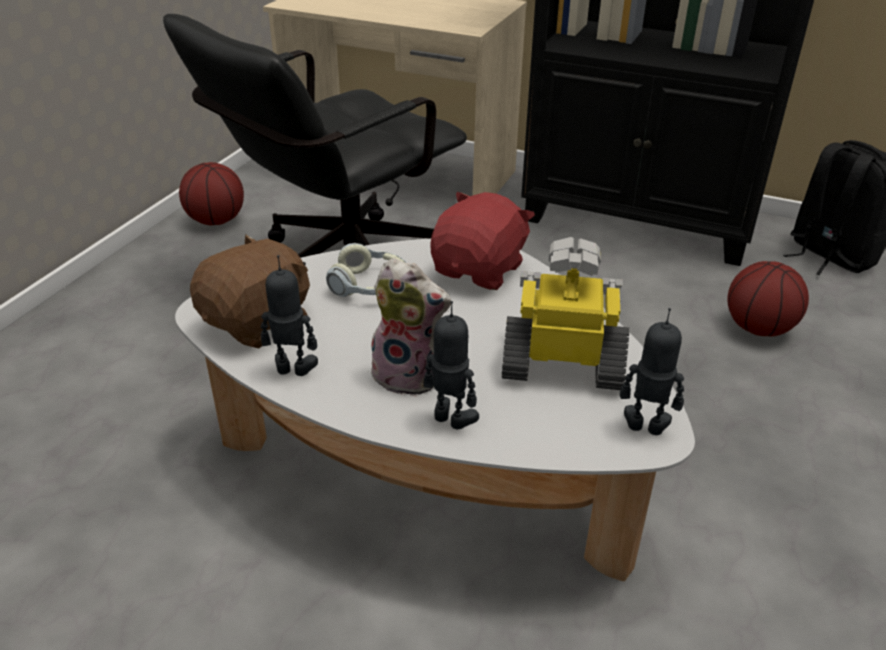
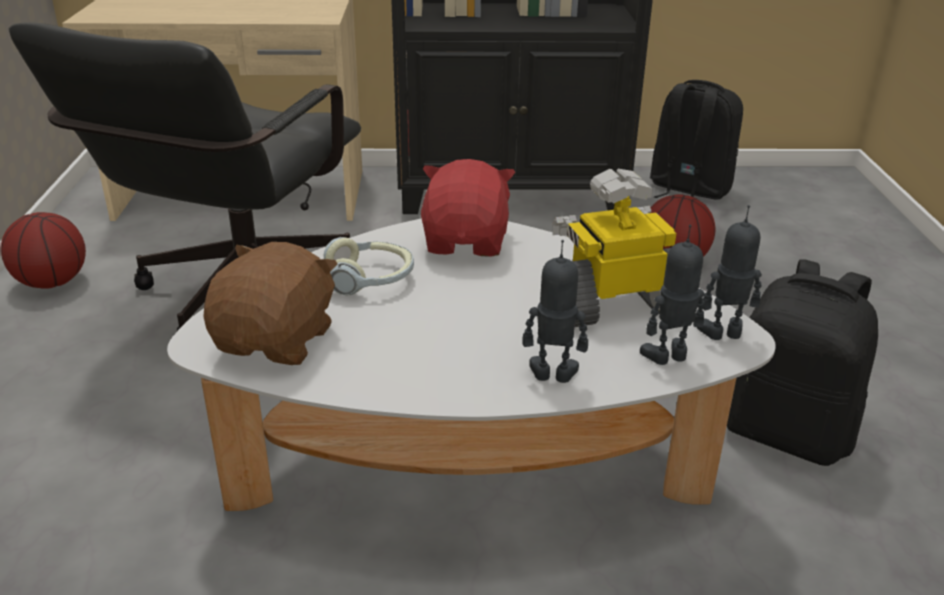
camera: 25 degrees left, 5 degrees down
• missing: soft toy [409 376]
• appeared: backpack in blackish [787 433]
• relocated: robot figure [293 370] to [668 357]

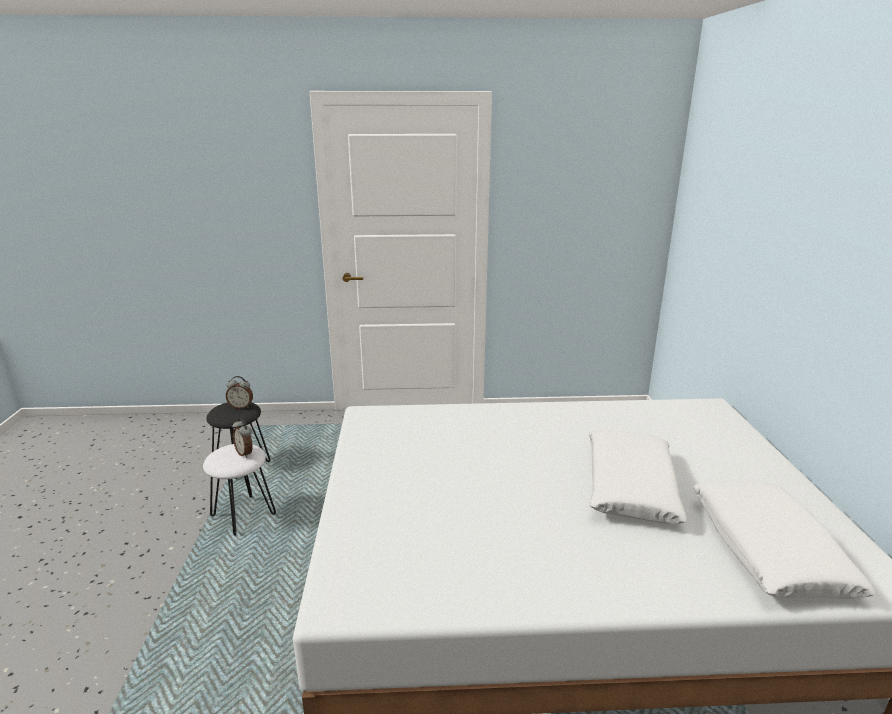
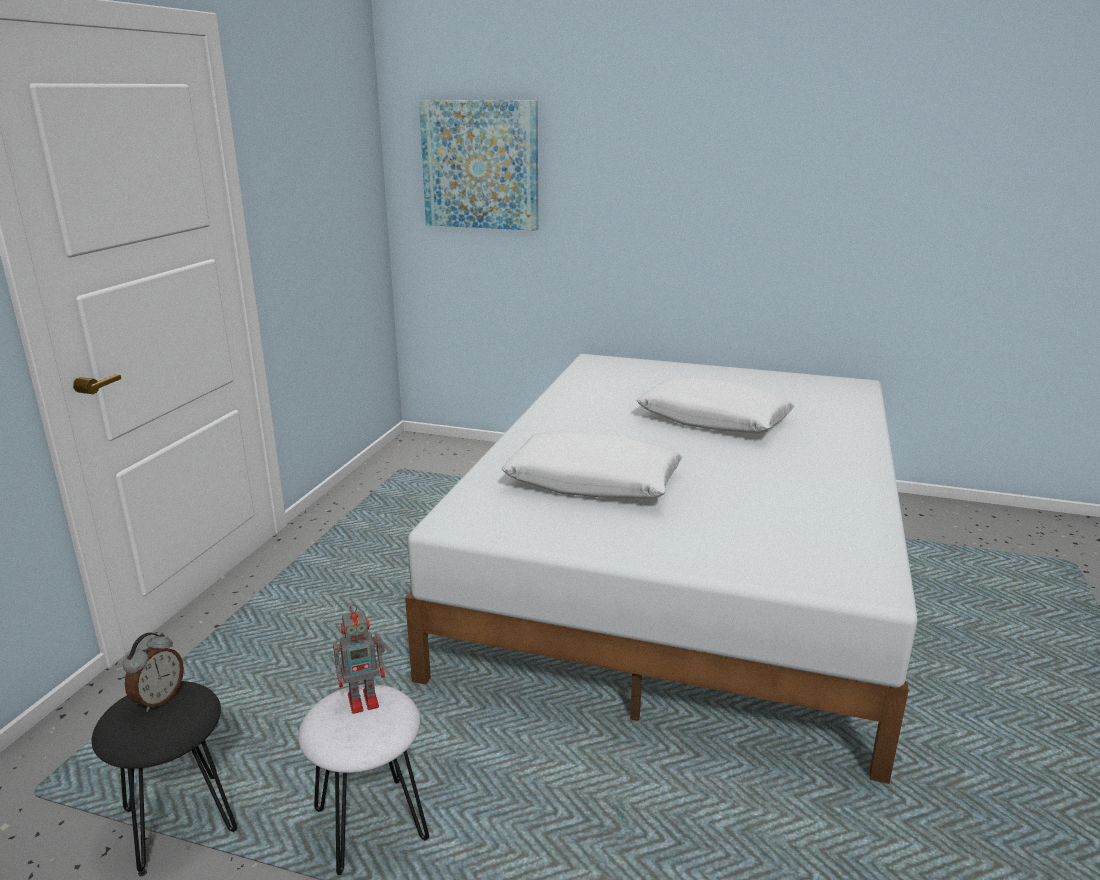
camera: 70 degrees left, 0 degrees up
• appeared: wall art [480 165]
• relocated: pillow in white-coloured [768 550] to [593 482]
• exchanged: table clock [245 453] to robot figure [365 700]

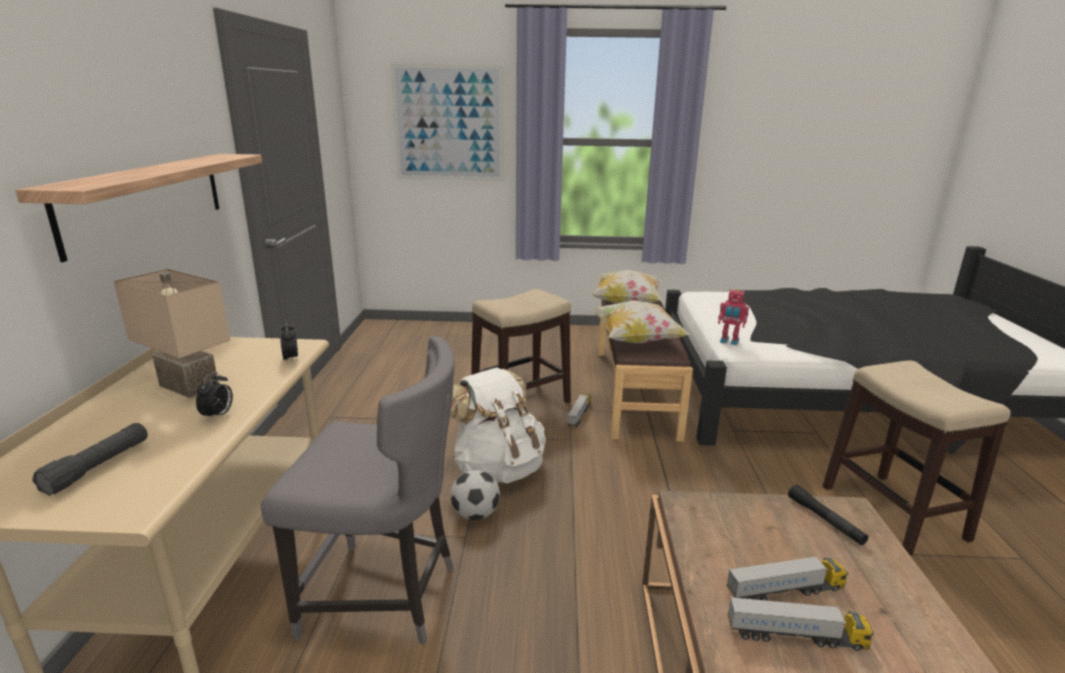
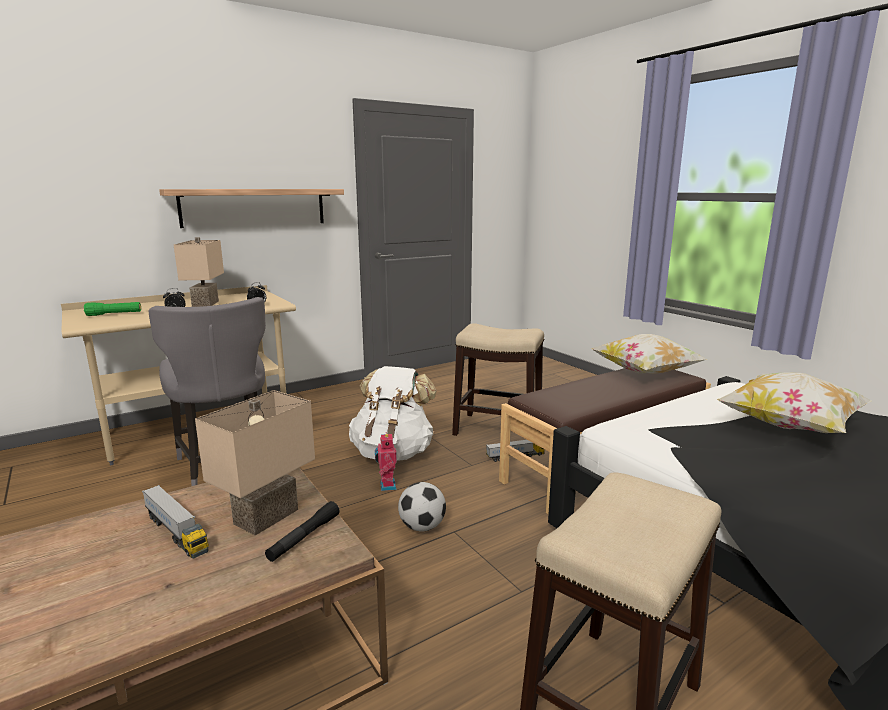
camera: 55 degrees right, 5 degrees down
• missing: wall art [448 123]
• missing: model truck [796 637]
• appeared: tabletop lamp in beige-coloured [267 518]
• relocated: football [475 514] to [422 527]
• relocated: pillow [636 340] to [789 426]
• relocated: robot figure [729 341] to [386 486]
• colour: hand torch in blackish [98 467] to hand torch in greenish [114 314]

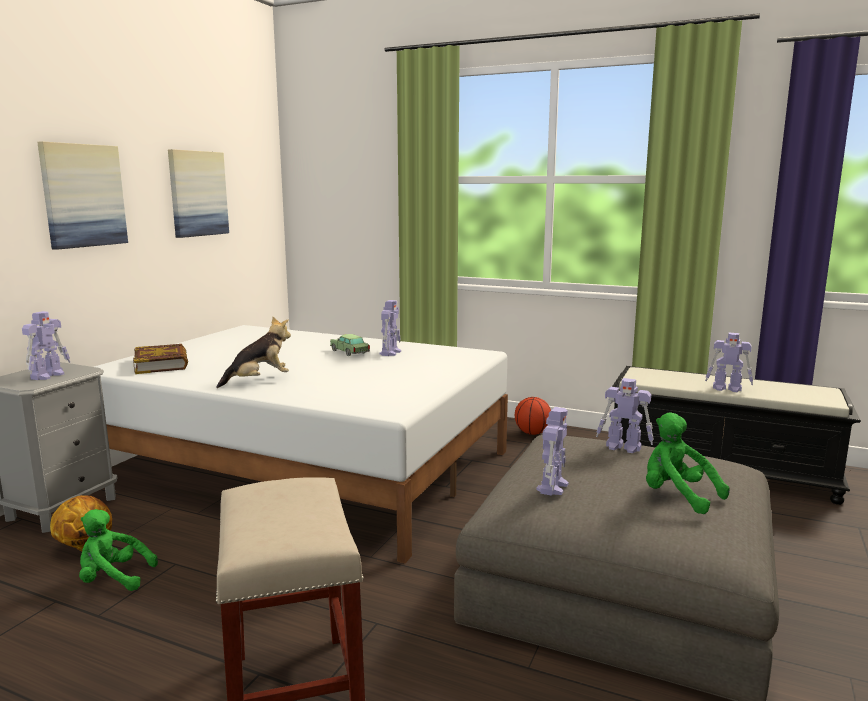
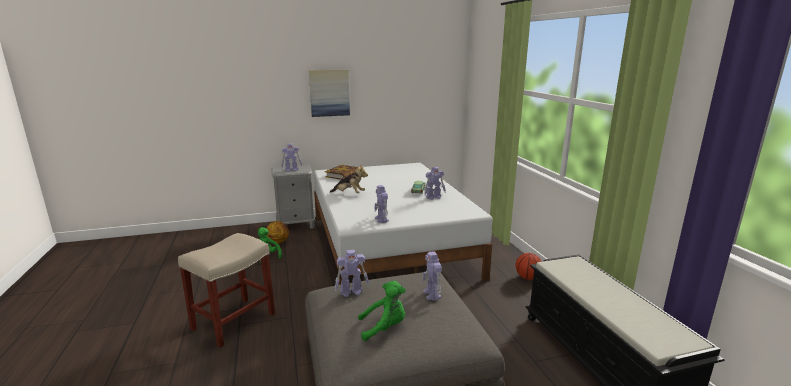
camera: 50 degrees right, 5 degrees up
• missing: wall art [198 193]
• relocated: robot figure [727 389] to [381 220]
• spun: soft toy in greenish [677 496] = [384 327] 75 degrees clockwise

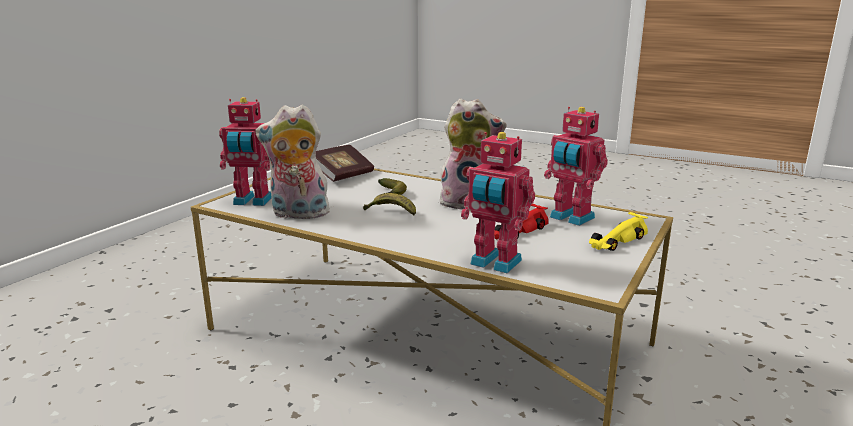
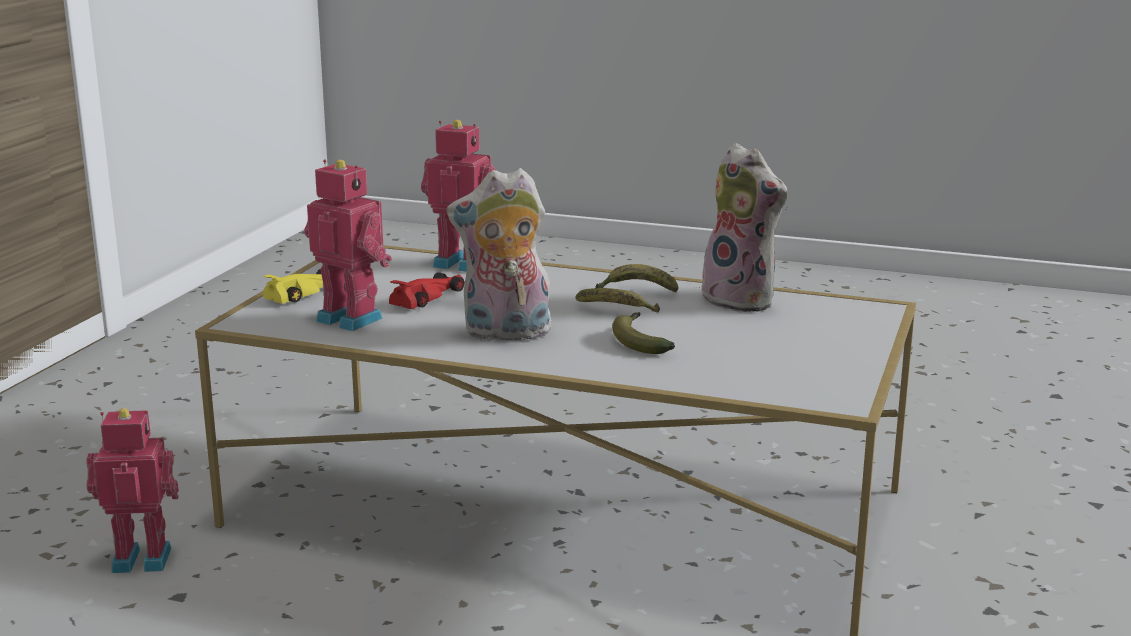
camera: 170 degrees right, 0 degrees up
• missing: book [342 176]
• appeared: banana fruit [637 291]
• relocated: robot figure [252 201] to [142 558]
• spun: soft toy [298 214] = [743 300] 60 degrees clockwise

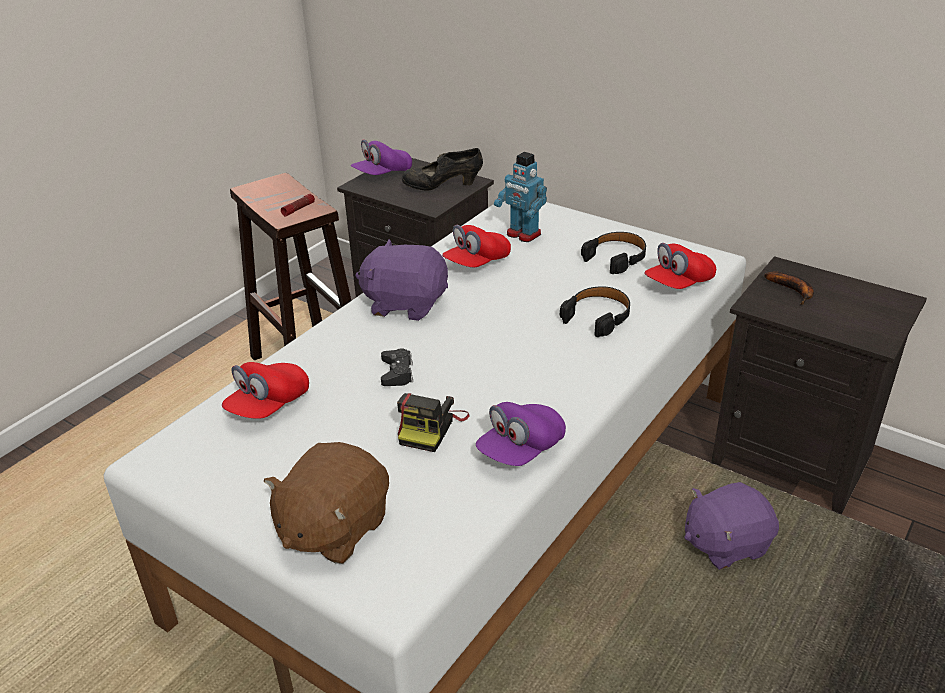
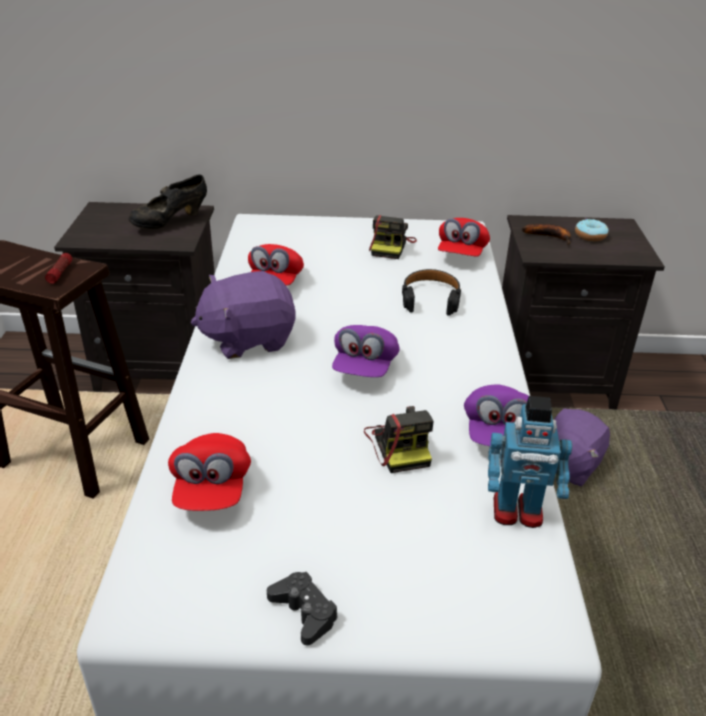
camera: 35 degrees left, 0 degrees up
• missing: soft toy in brownish [333 528]
• appeared: ring doughnut [590 236]
• relocated: cap in purplish [382 174] to [365 367]
• relocated: gamepad in blackish [397 373] to [304 612]
• relocated: robot figure [523 234] to [517 512]
• exchanged: headphones in blackish [616 258] to photo camera [391 246]

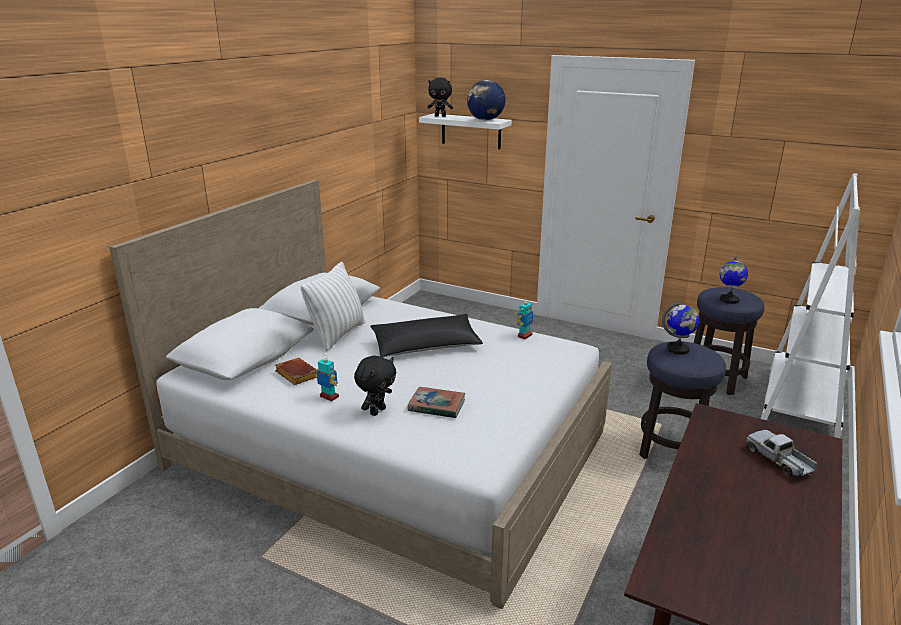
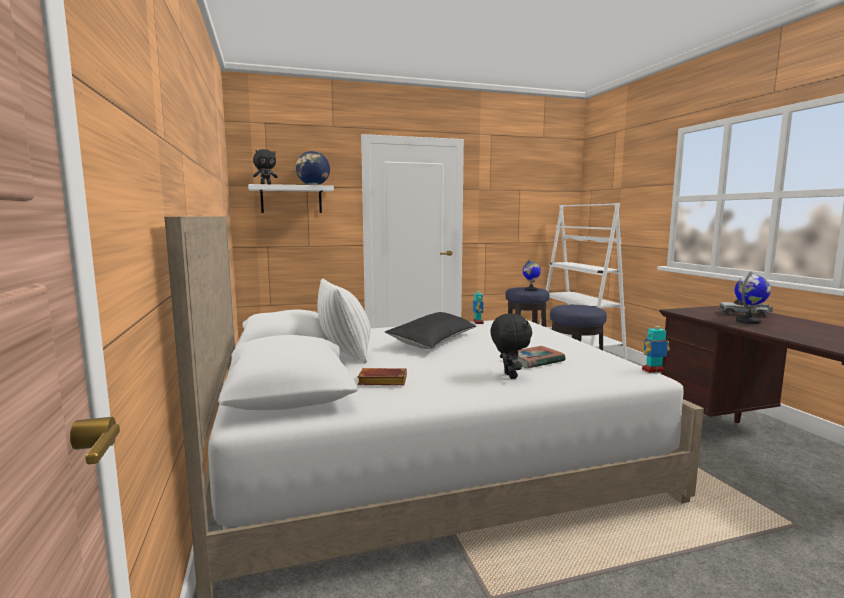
camera: 45 degrees left, 15 degrees down
• relocated: robot figure [329 397] to [653 371]
• relocated: globe [678 349] to [748 321]

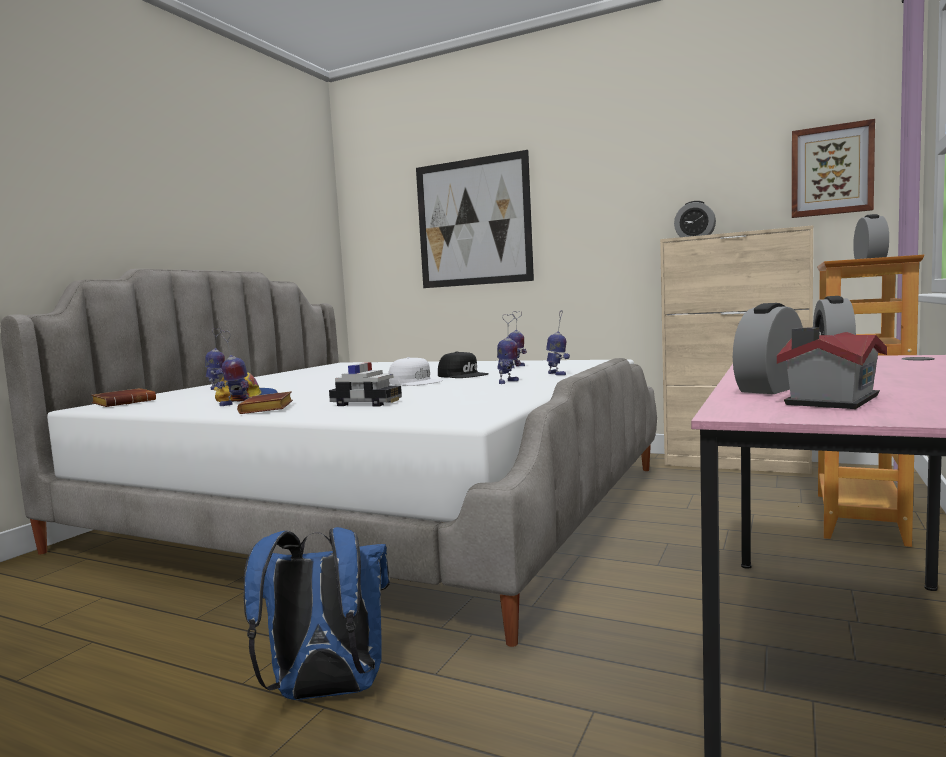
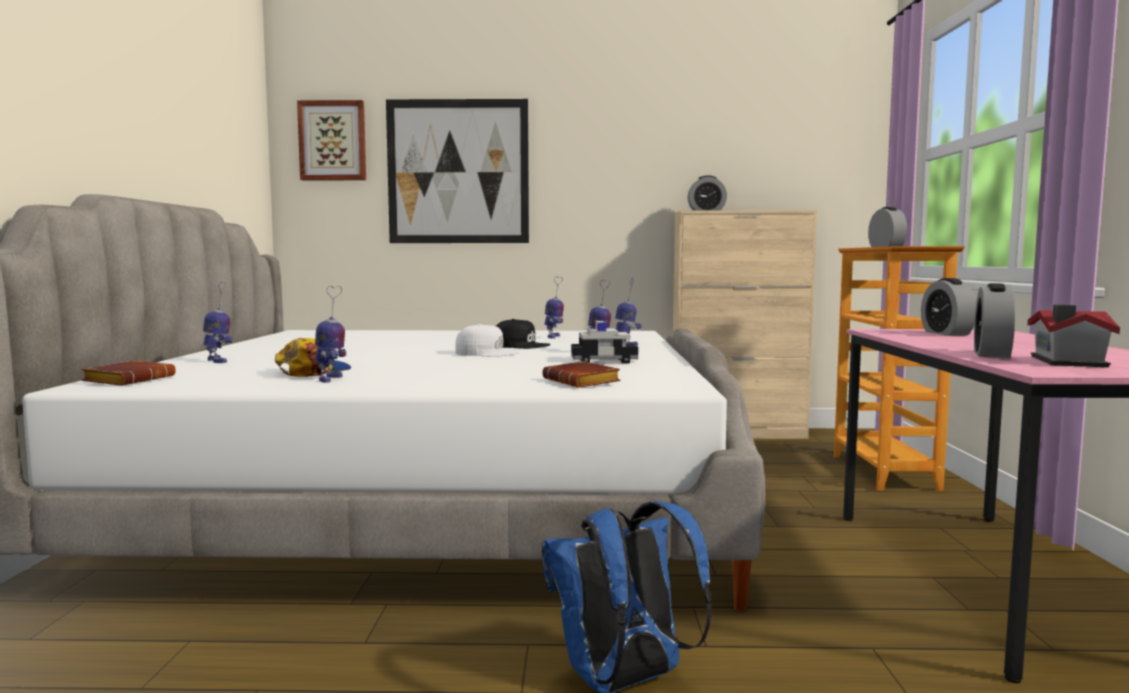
camera: 25 degrees left, 0 degrees up
• relocated: book in brownish [268 409] to [583 382]
• relocated: toy car [366 403] to [604 361]
• relocated: wall art [831 170] to [333 141]
• spun: robot figure [236 404] = [330 379] 60 degrees counterclockwise

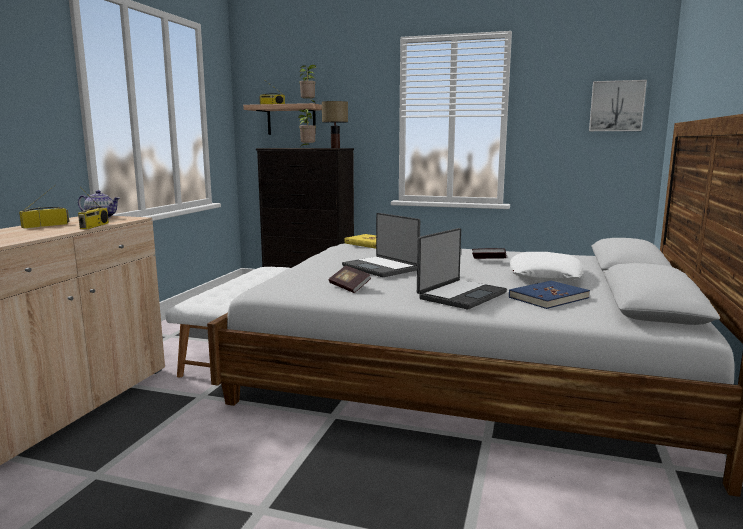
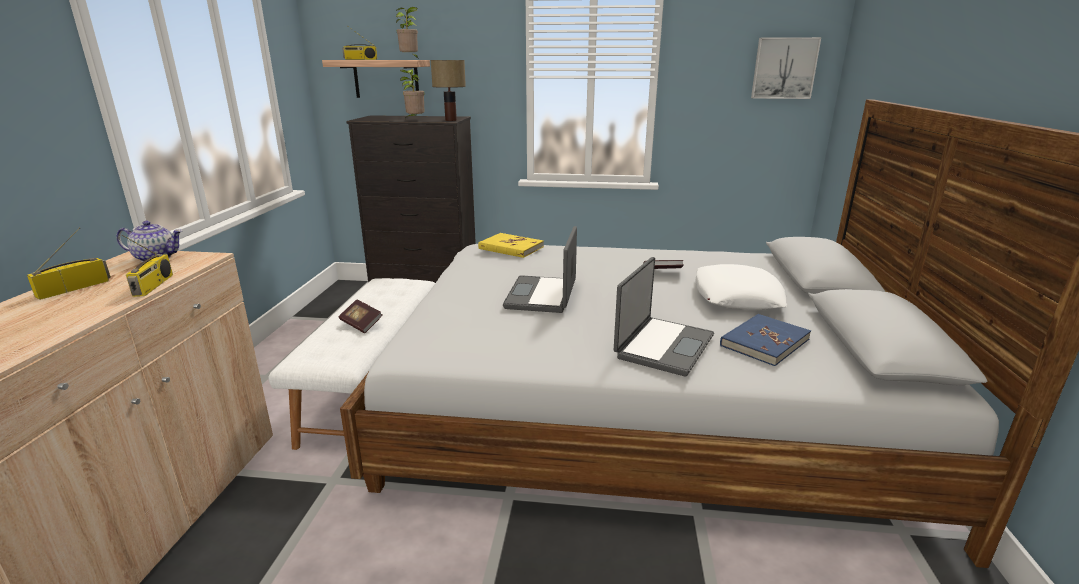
camera: 10 degrees left, 10 degrees up
• relocated: book [349 287] to [361 324]
• spun: laptop [381 268] = [542 295] 60 degrees clockwise

